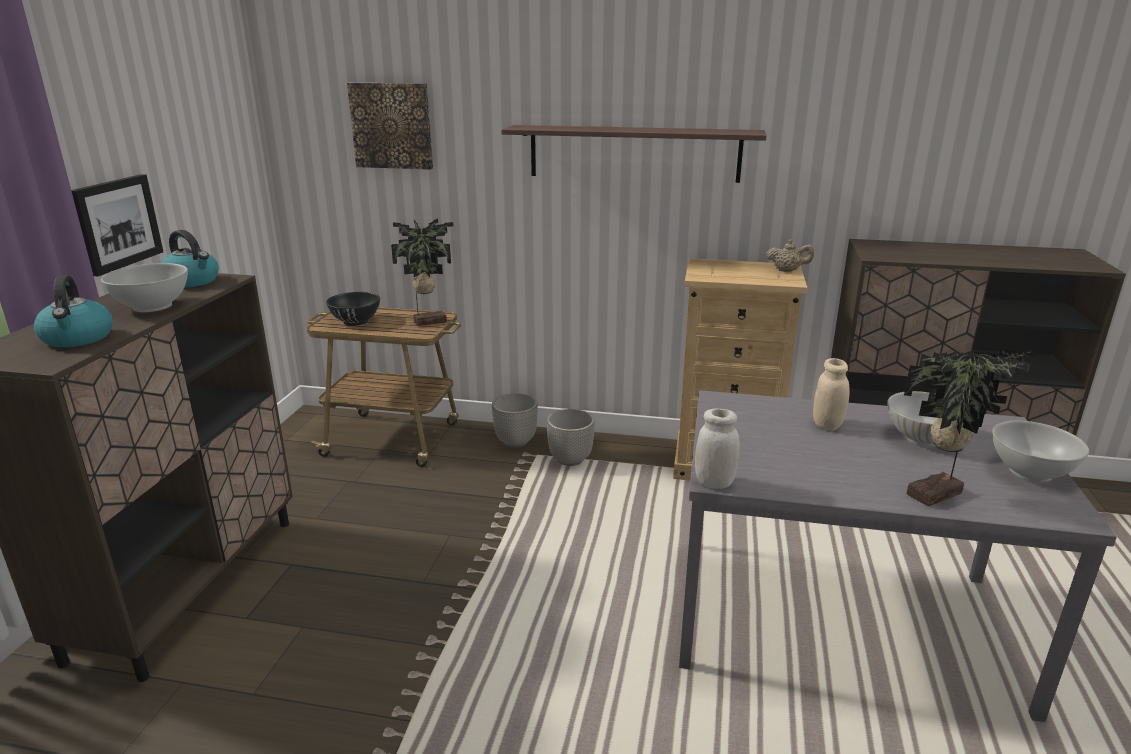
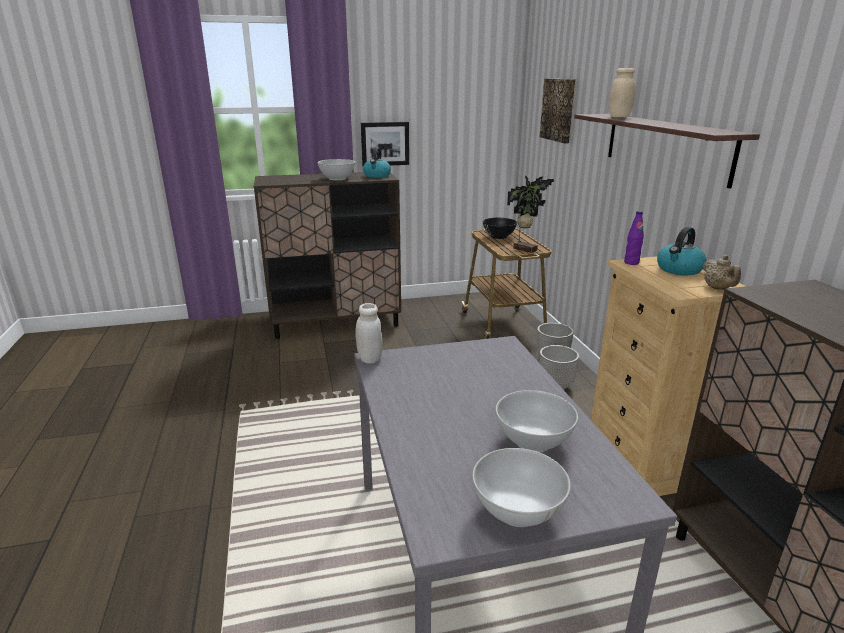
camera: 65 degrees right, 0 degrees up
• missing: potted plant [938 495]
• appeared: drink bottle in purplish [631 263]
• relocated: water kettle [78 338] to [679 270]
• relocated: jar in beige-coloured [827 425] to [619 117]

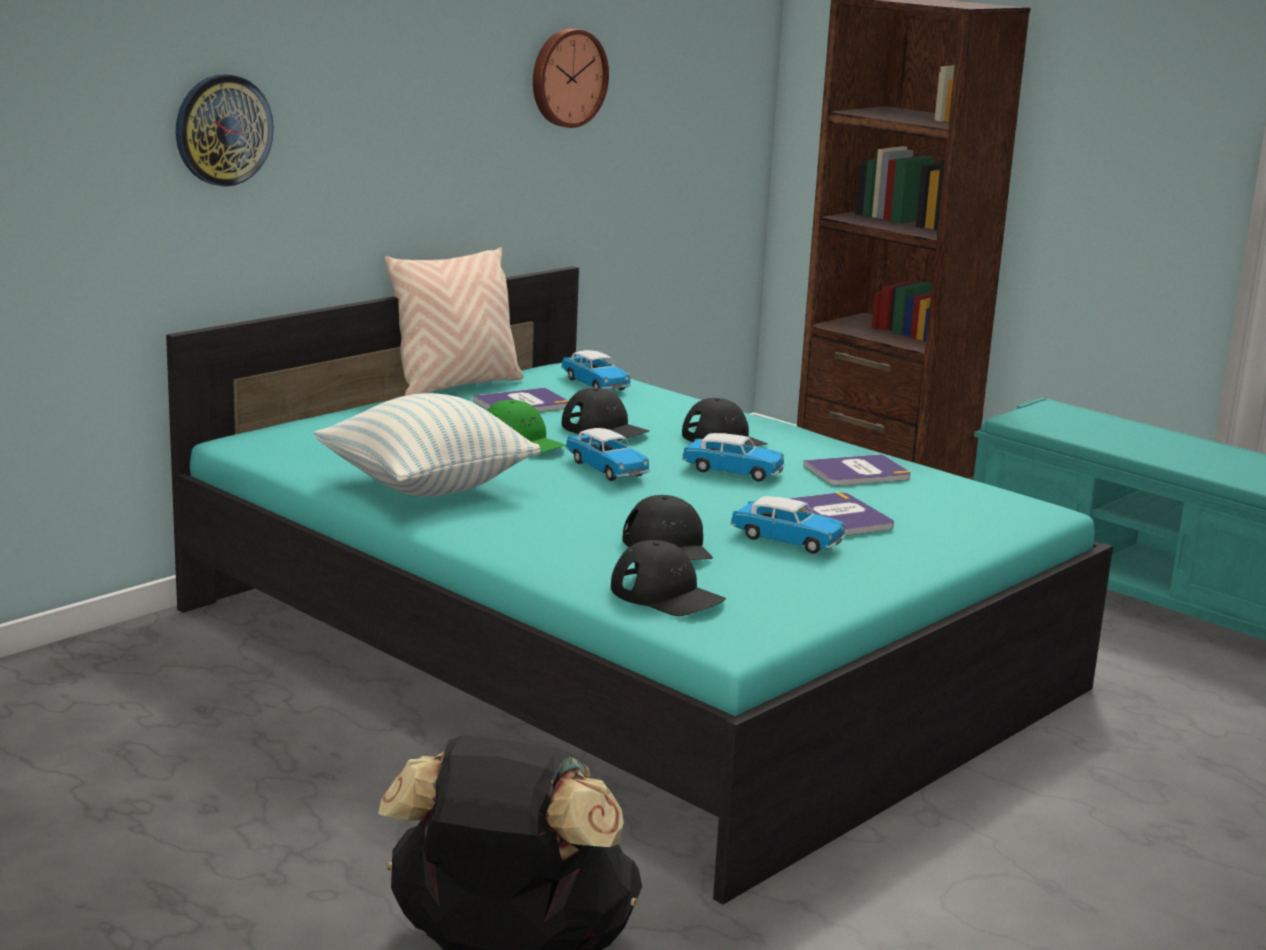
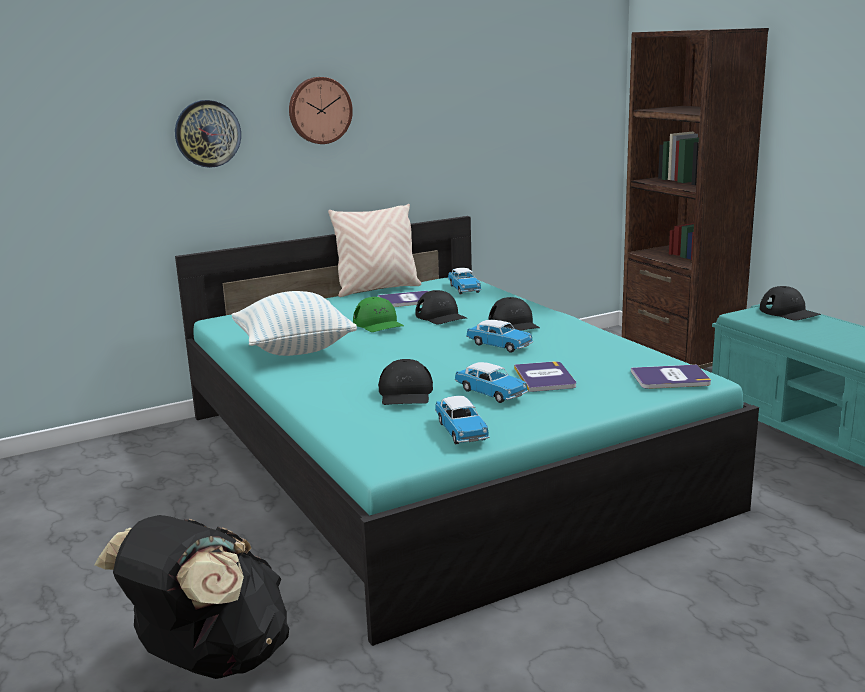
camera: 20 degrees right, 0 degrees up
• relocated: hanging clock [567 77] to [319 110]
• relocated: toy car [607 469] to [461 431]
• relocated: cap in blackish [667 595] to [789 312]
• relocated: book [857 472] to [670 378]

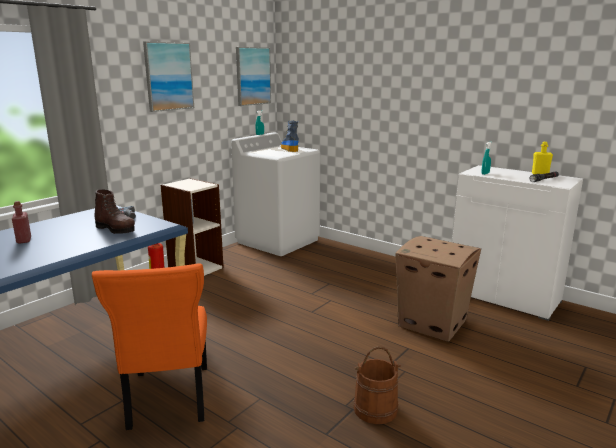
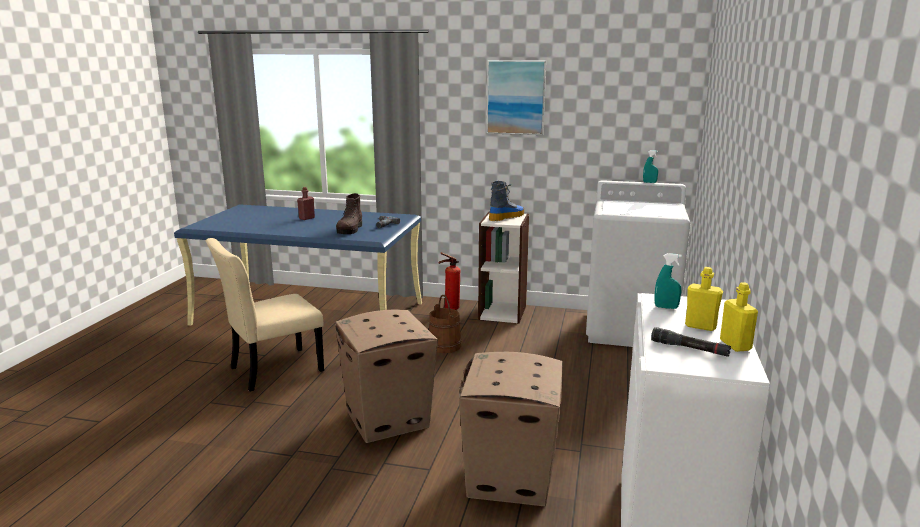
camera: 65 degrees right, 0 degrees up
• missing: wall art [253 76]
• appeared: packing box [388 419]
• appeared: drink bottle in yellowish [700 326]
• relocated: tall boot [289 149] to [506 217]
• relocated: pail in brownish [375 409] to [444 345]
• colour: chair in orange [168 399] to chair in beige-coloured [272 370]

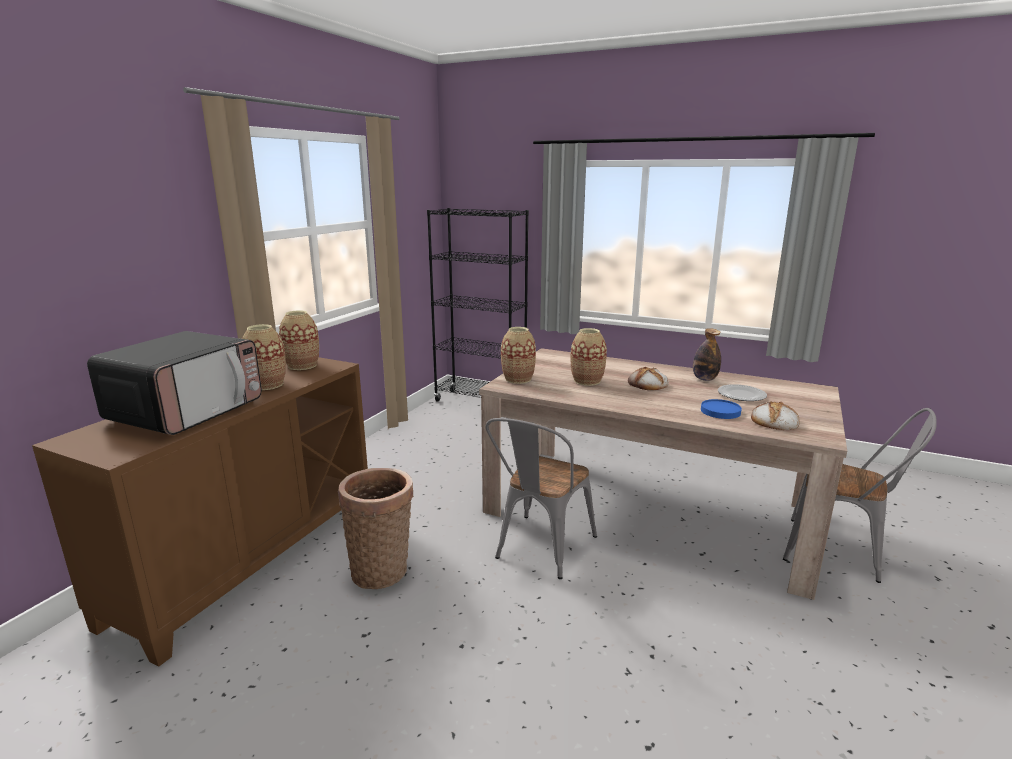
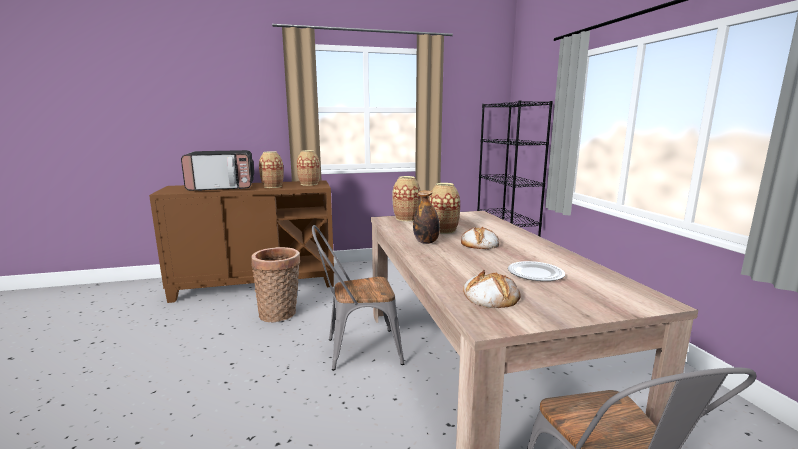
camera: 50 degrees right, 5 degrees down
• missing: flat dish in blue-coloured [720 411]
• relocated: drink bottle [704 379] to [426 242]

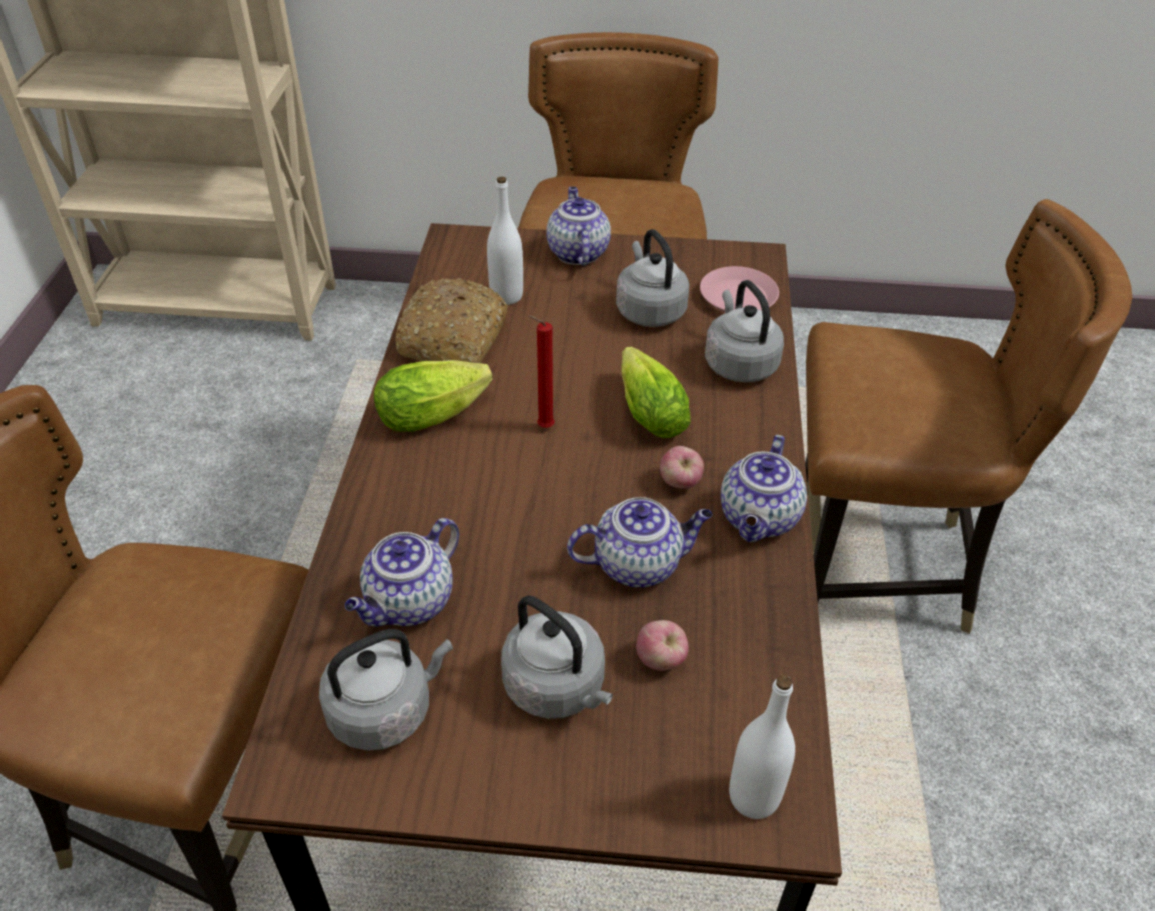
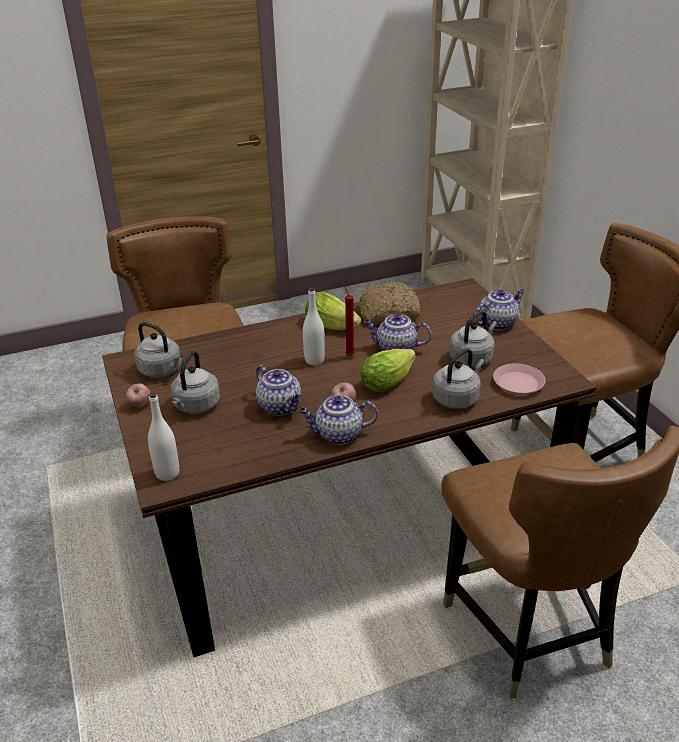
camera: 65 degrees right, 10 degrees down
• relocated: teapot [409 603] to [396 349]
• relocated: drink bottle in white-coloured [506 296] to [314 360]
• relocated: apple fruit [660 660] to [140 405]

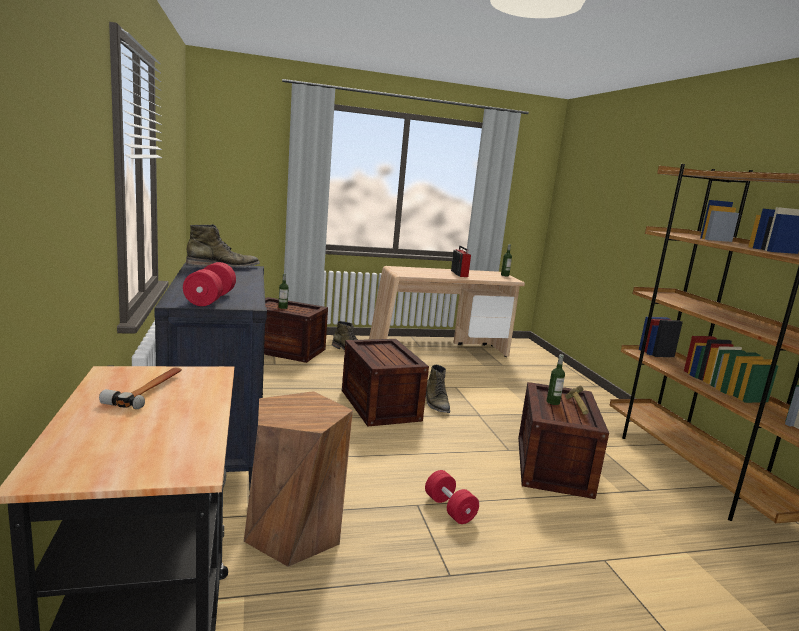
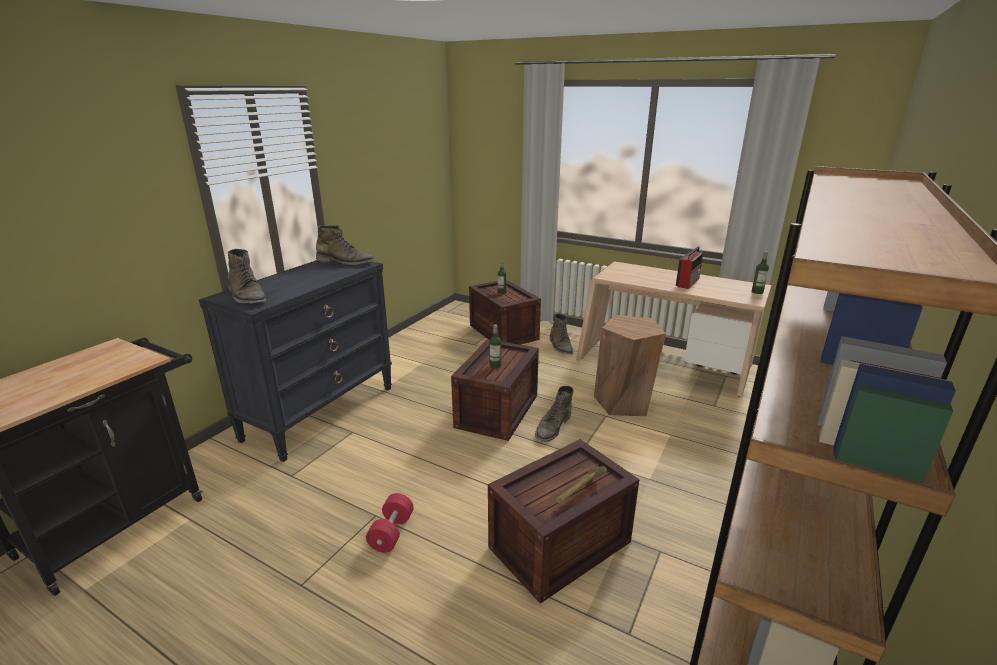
camera: 45 degrees right, 10 degrees up
• missing: hand hammer [149 390]
• relocated: stool seat in brownish [293 533] to [624 402]
• relocated: drink bottle [553 402] to [495 366]
• exchanged: hand weight in reddish [210 299] to tall boot in greenish [247 296]

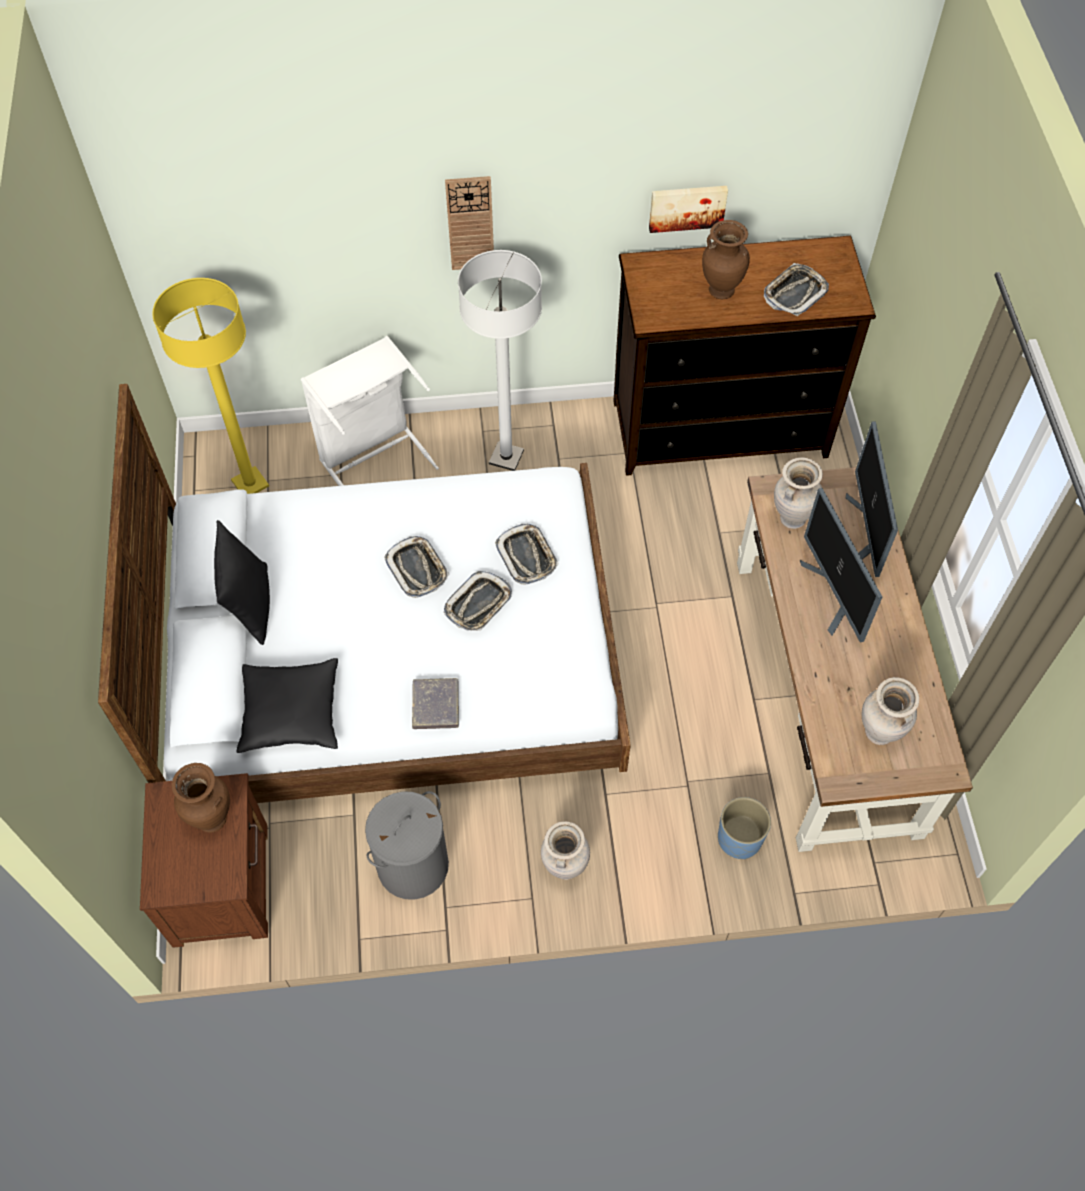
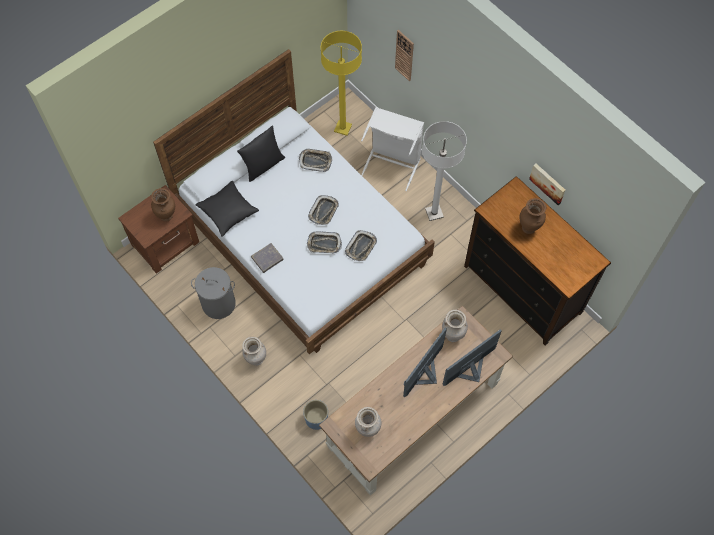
camera: 55 degrees right, 5 degrees up
• relocated: hanging clock [470 223] to [404 55]
• relocated: carrying tray [794 293] to [315 161]

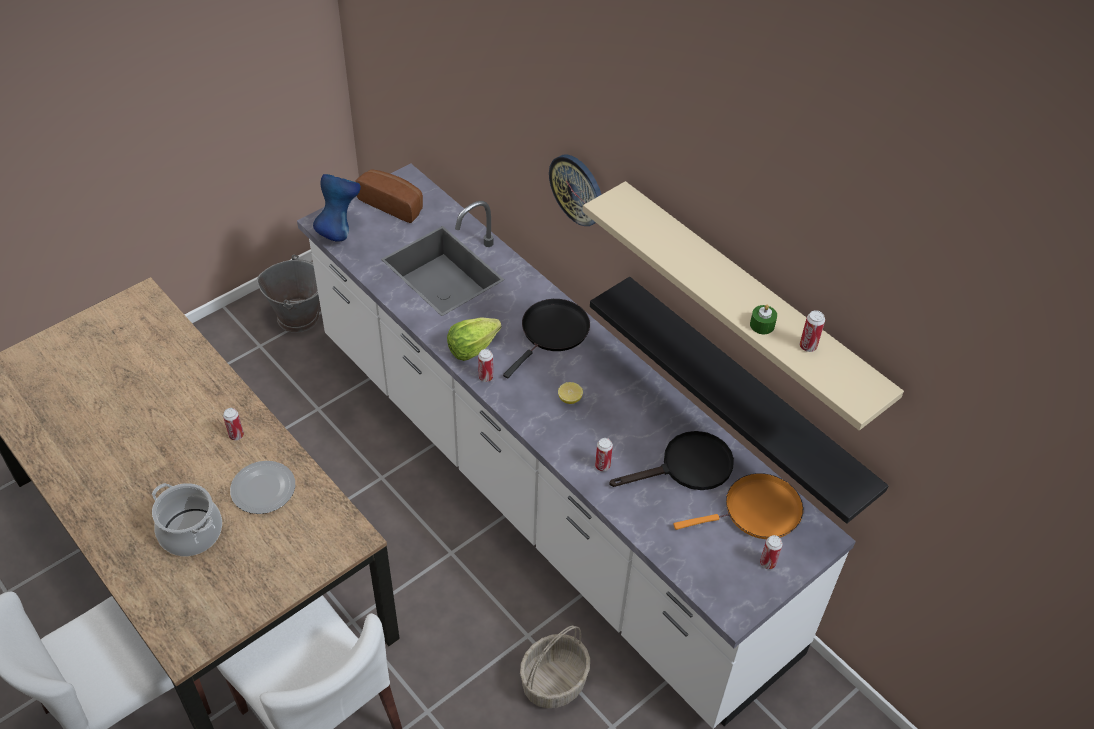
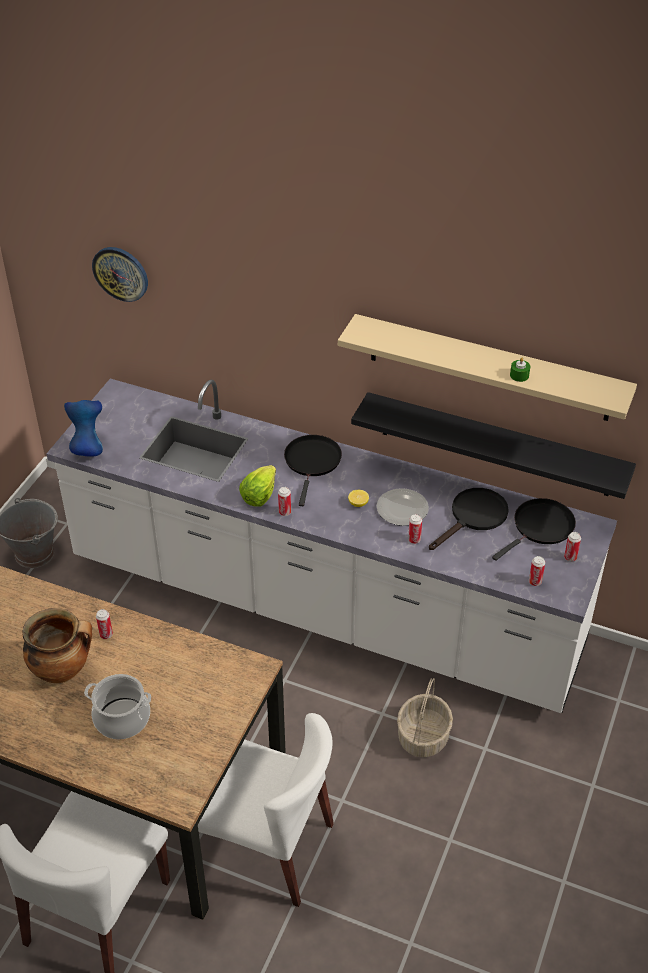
camera: 25 degrees left, 5 degrees down
• missing: bread [393 203]
• appeared: cooking pot [63 670]
• relocated: flat dish [262 488] to [401 509]
• relocated: hanging clock [577 189] to [121 273]
• relocated: can [808 346] to [535 582]
• colour: skillet in orange [757 511] to skillet in blackish [541 527]

